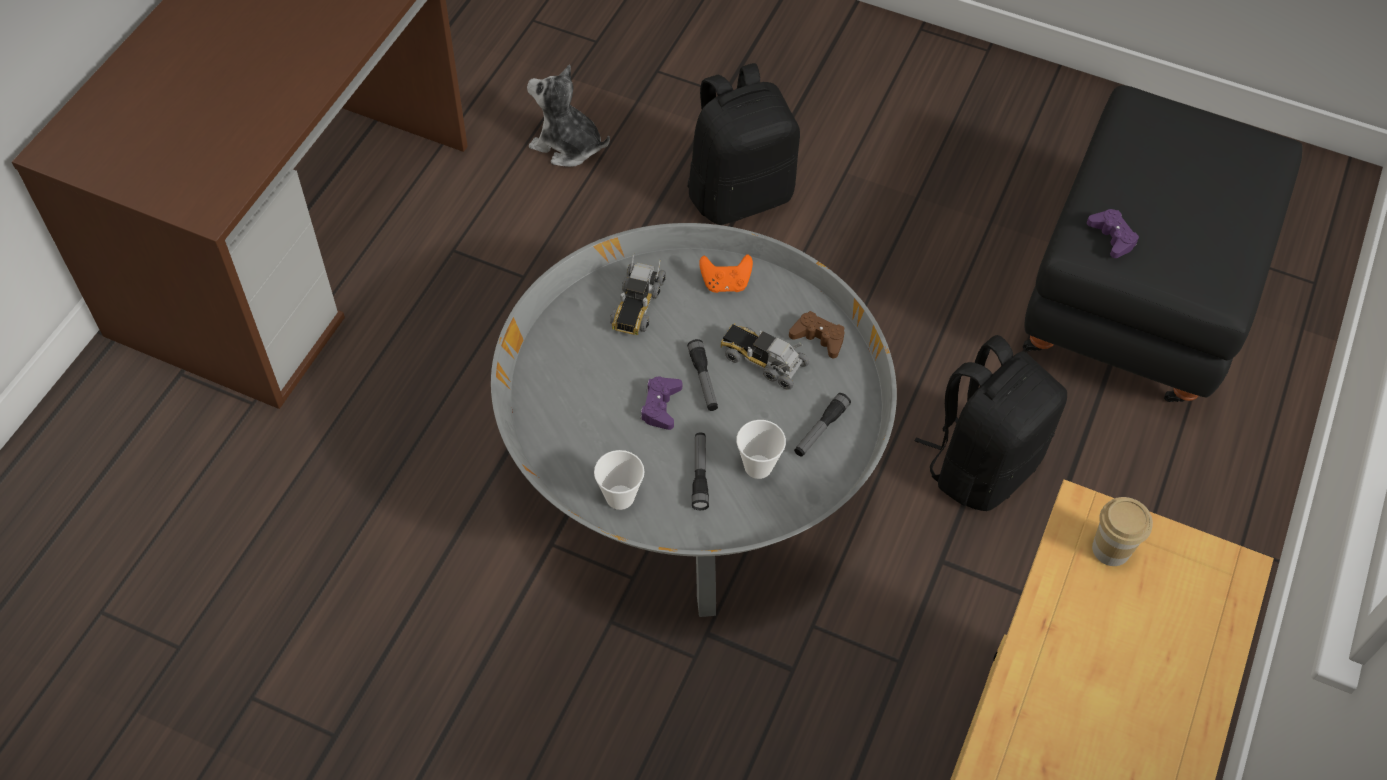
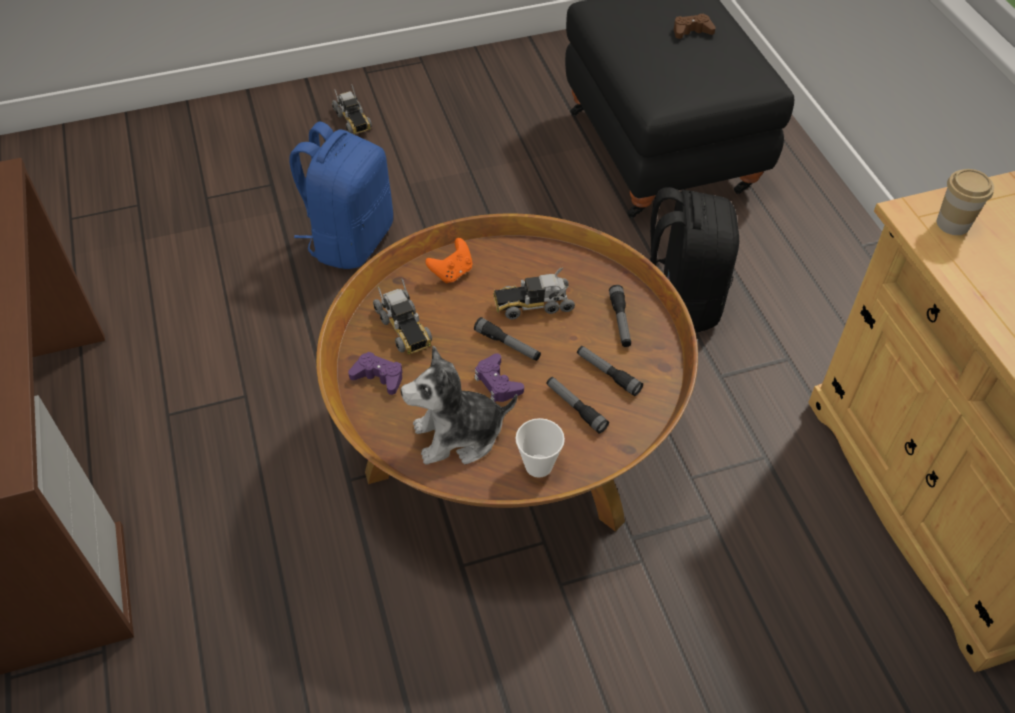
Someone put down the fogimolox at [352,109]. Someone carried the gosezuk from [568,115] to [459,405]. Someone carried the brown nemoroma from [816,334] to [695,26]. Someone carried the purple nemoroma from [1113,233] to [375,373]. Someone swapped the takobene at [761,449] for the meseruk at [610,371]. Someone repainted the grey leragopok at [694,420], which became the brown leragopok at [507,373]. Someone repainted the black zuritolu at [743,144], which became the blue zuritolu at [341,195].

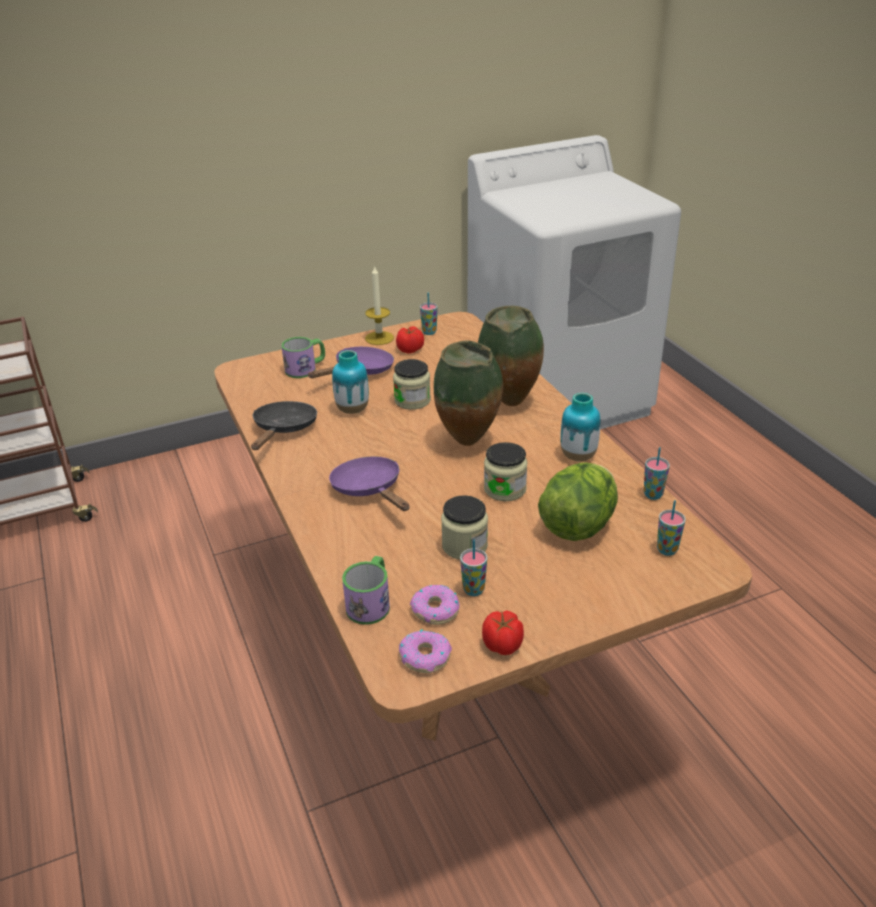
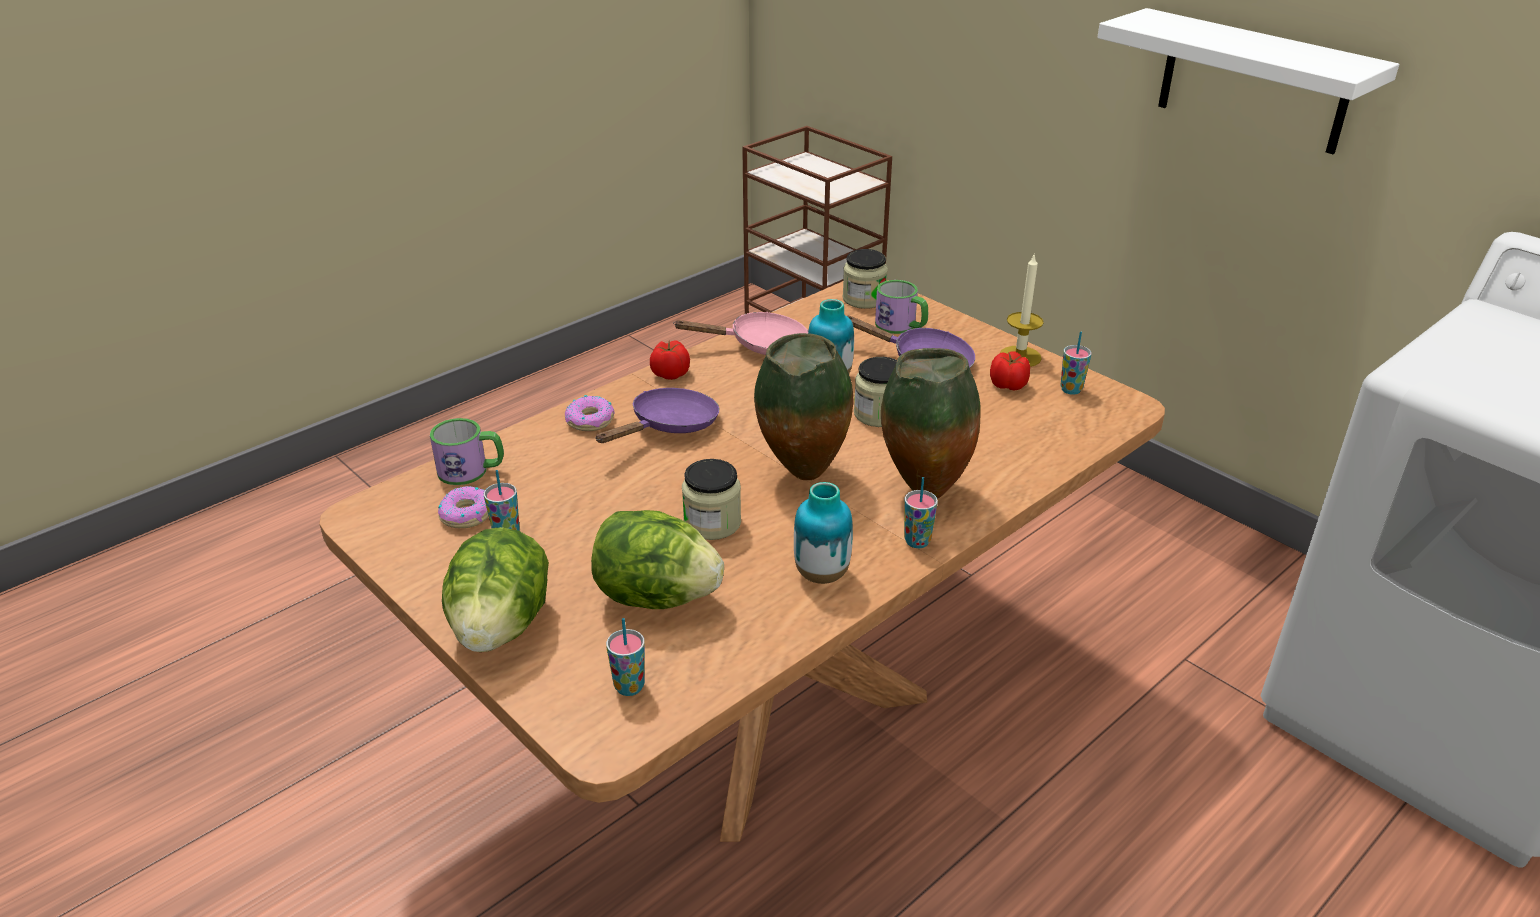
Someone put down the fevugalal at [495,589]. Someone put up the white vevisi at [1248,81]. Someone carried the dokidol from [425,651] to [590,413]. Someone carried the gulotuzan from [464,527] to [865,279]. Someone carried the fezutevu from [503,633] to [670,360]. Someone carried the takobene from [657,473] to [921,512]. Someone repainted the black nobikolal at [284,425], which became the pink nobikolal at [740,333].

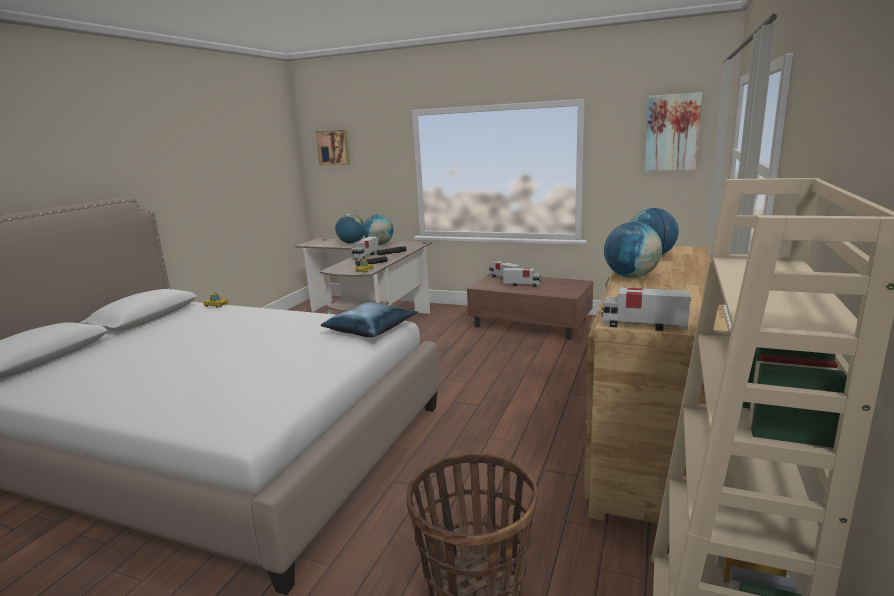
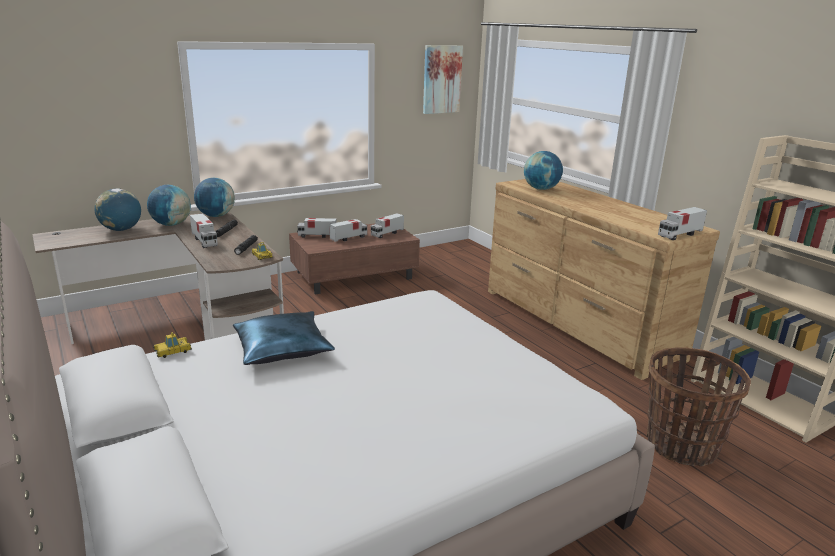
Someone took away the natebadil at [333,148]. Someone put down the fogimolox at [387,225]. Someone carried the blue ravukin from [369,319] to [284,338]. Someone carried the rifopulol from [633,250] to [214,197].

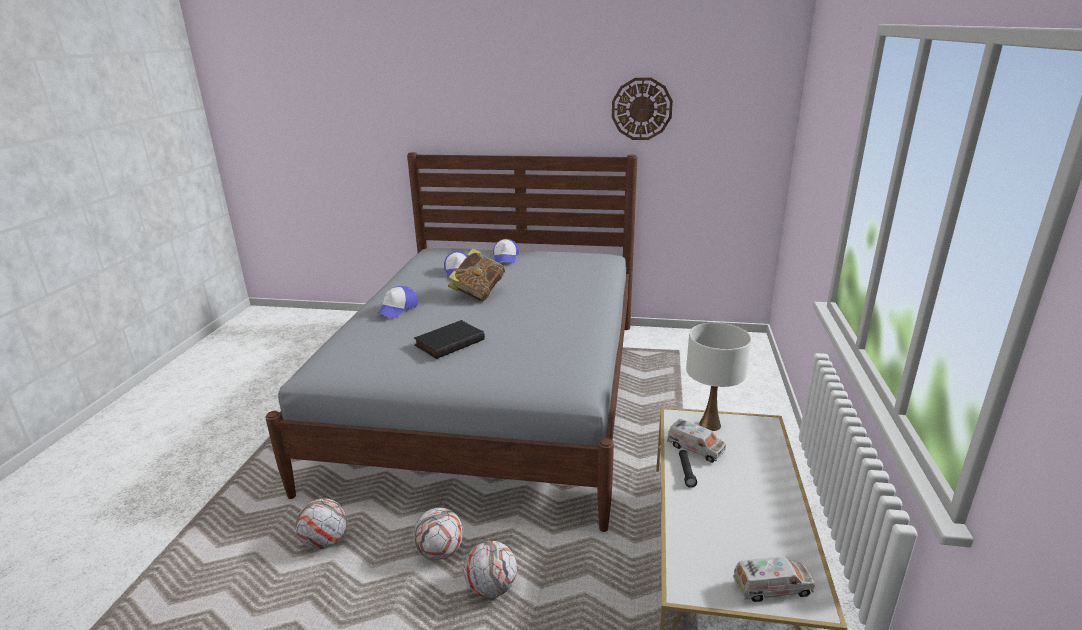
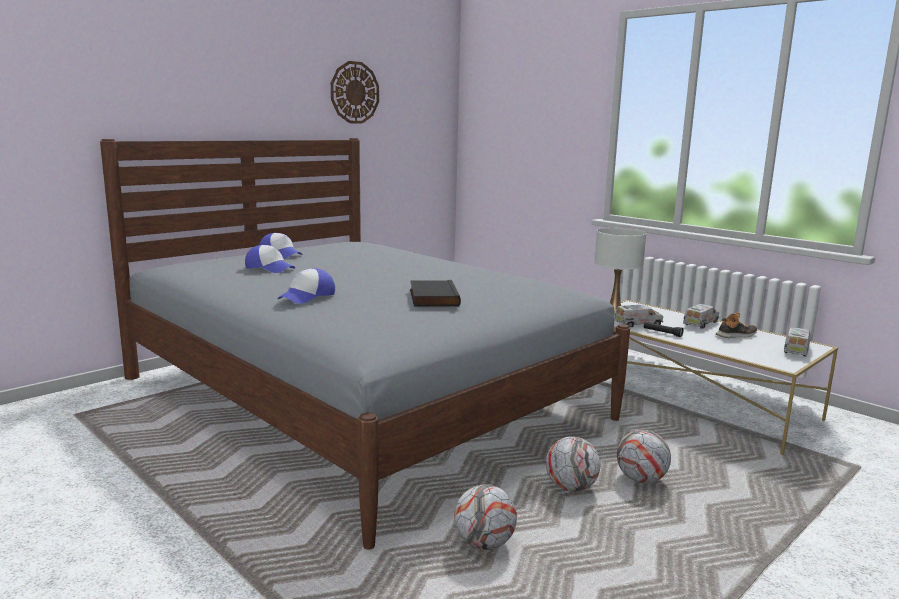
Someone took away the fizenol at [476,275]. Someone put down the fogimolox at [701,316]. Someone put down the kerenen at [736,325]. Someone rotated the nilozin at [396,302] by 60 degrees clockwise.

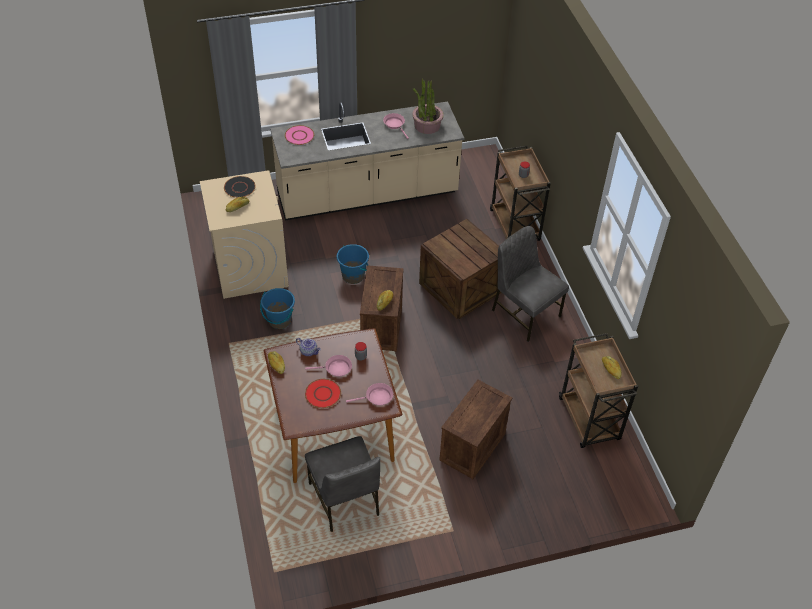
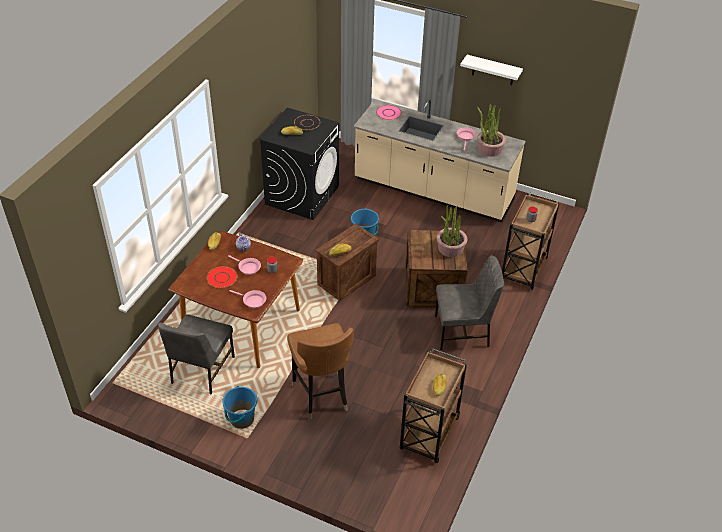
Someone put down the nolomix at [452,231]. Someone put up the white vevisi at [491,70]. Someone carried the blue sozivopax from [277,308] to [239,407]. Someone swapped the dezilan at [475,429] for the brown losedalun at [320,371]. Someone repainted the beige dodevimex at [244,234], which became the black dodevimex at [298,163]. Someone rotated the grey losedalun at [530,284] by 90 degrees clockwise.

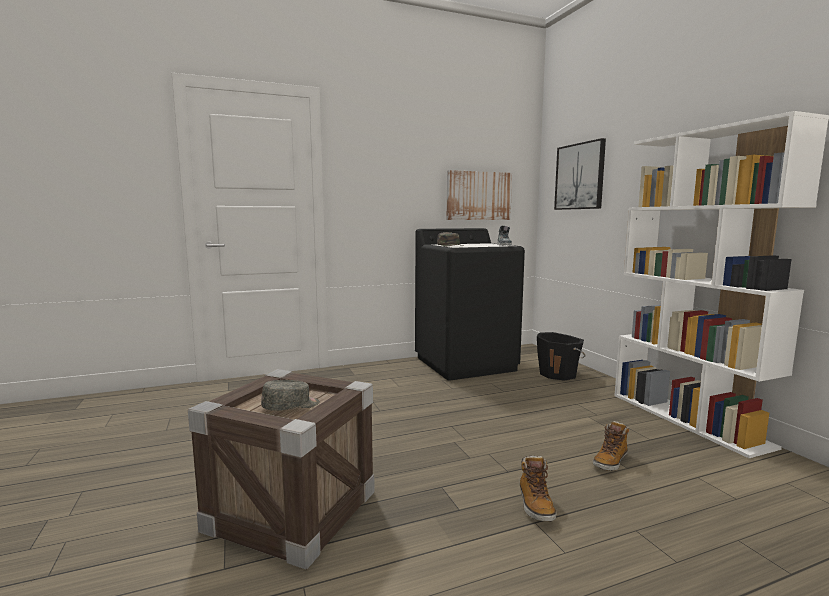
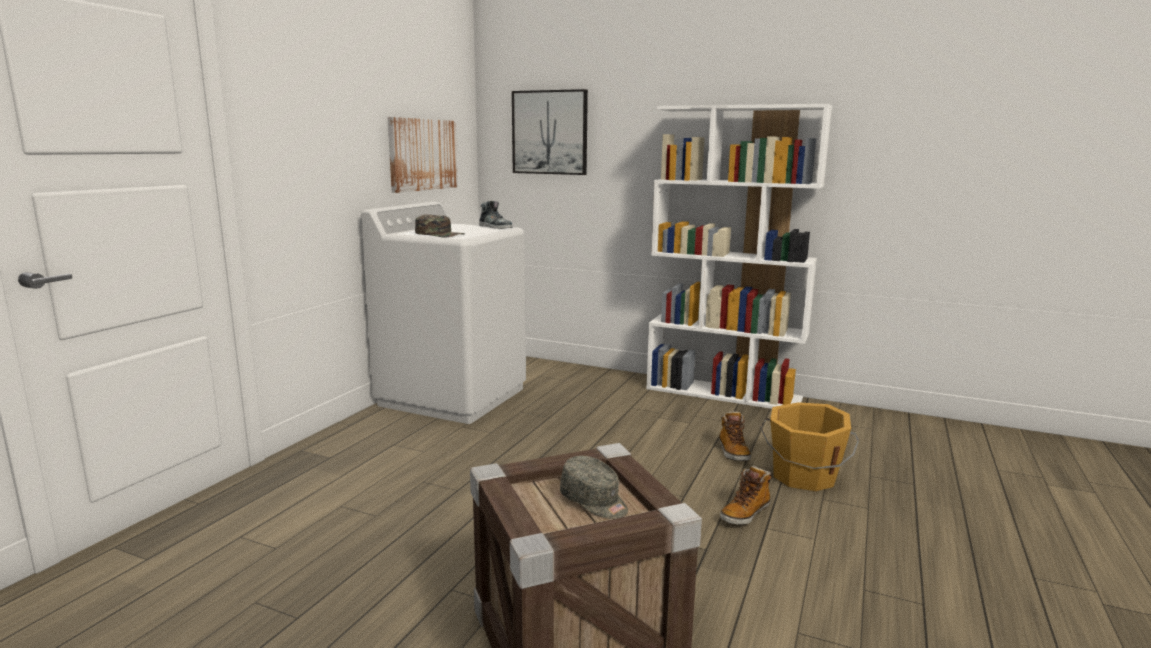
Someone took away the black sozivopax at [561,356]. Someone put down the orange sozivopax at [809,446]. Someone repainted the black dodevimex at [470,304], which became the white dodevimex at [443,313]. Someone rotated the grey nilozin at [290,395] by 120 degrees clockwise. Someone rotated the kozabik at [538,489] by 90 degrees clockwise.

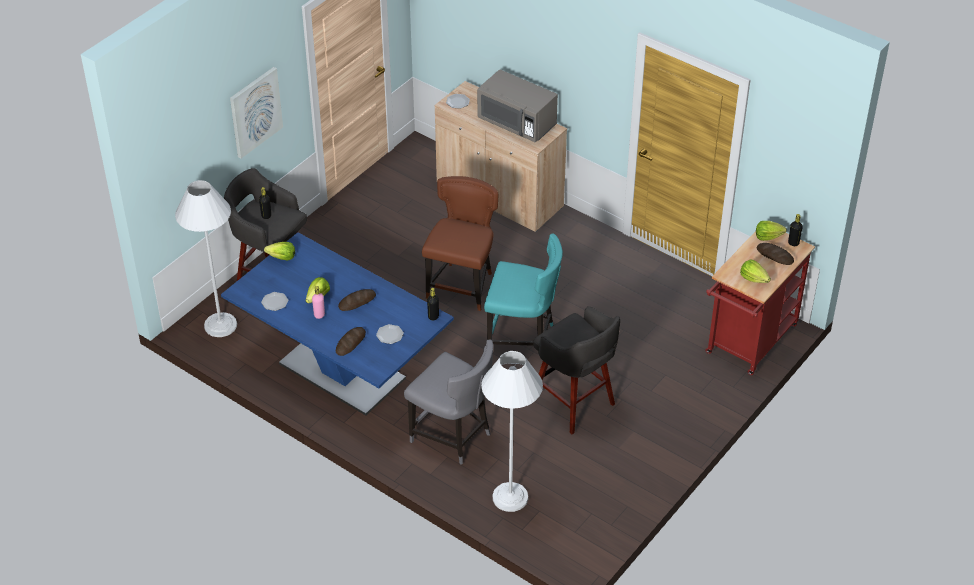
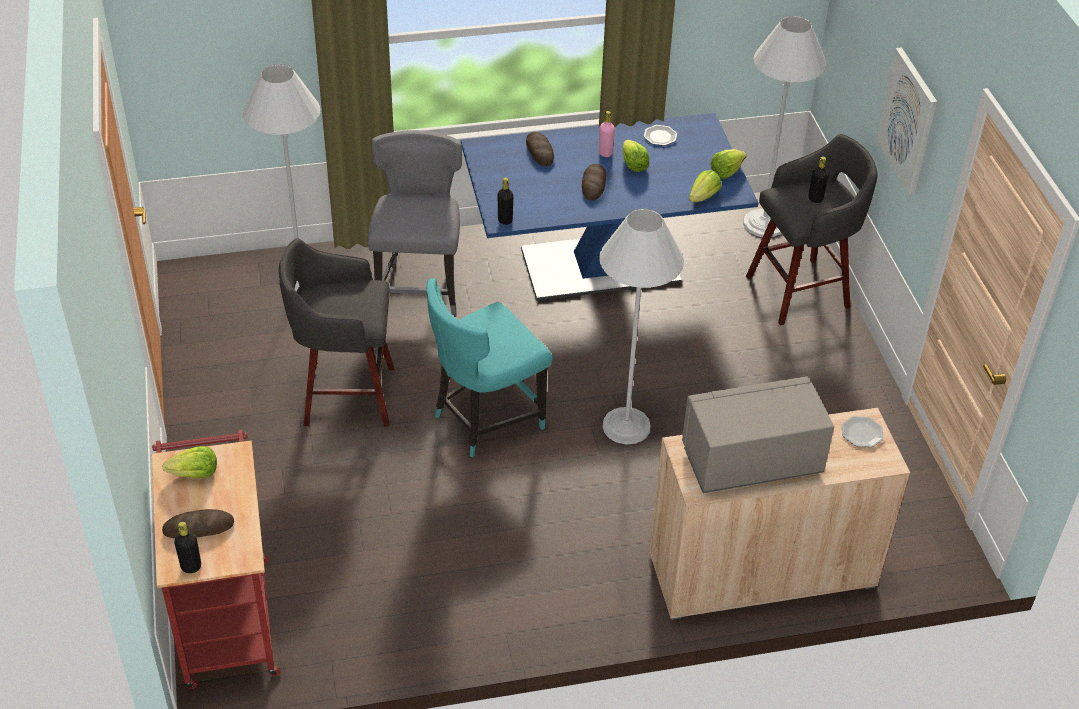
Someone took away the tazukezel at [390,334]. Someone carried the fevugalal from [771,231] to [705,186]. Someone swapped the brown losedalun at [460,243] for the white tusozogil at [641,327]. Someone rotated the grey losedalun at [449,402] by 105 degrees clockwise.

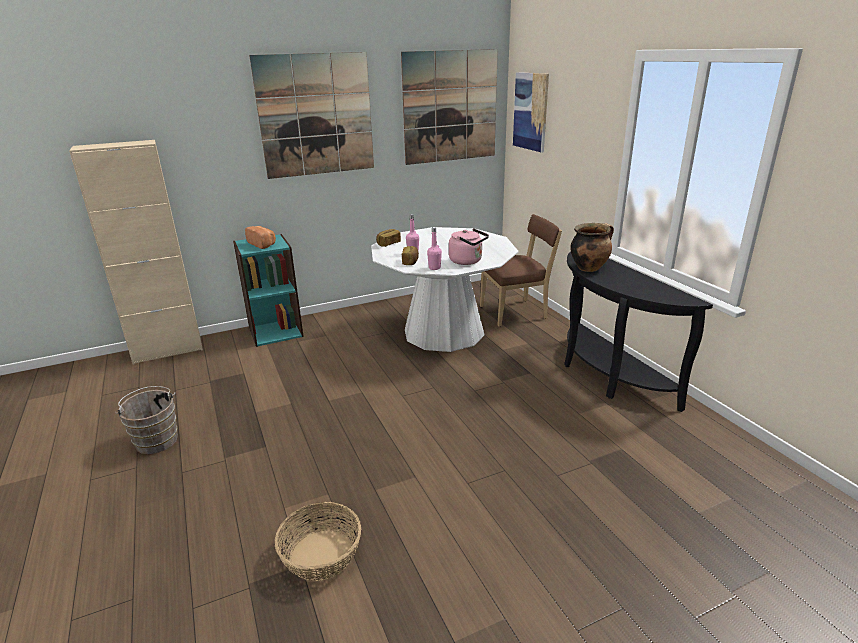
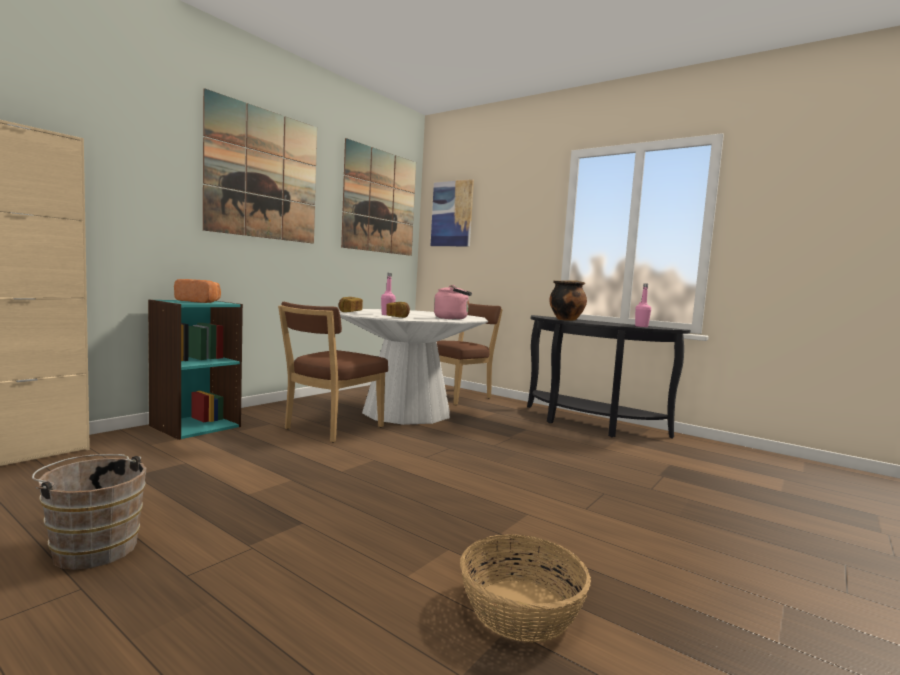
Someone put down the brown losedalun at [333,372]. Someone carried the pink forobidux from [434,248] to [643,305].

